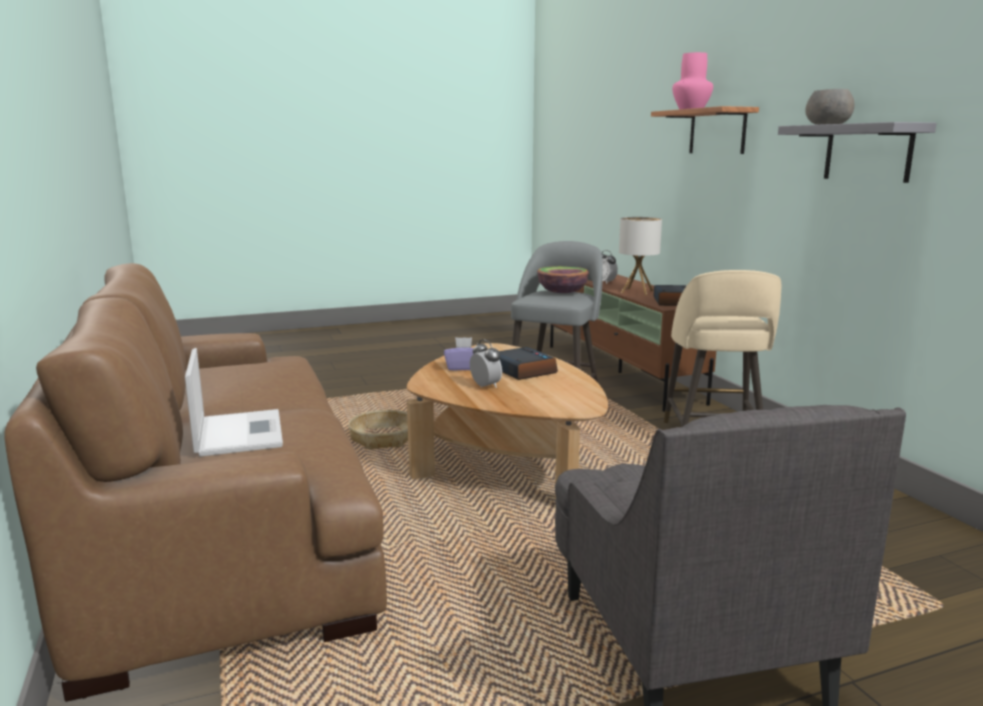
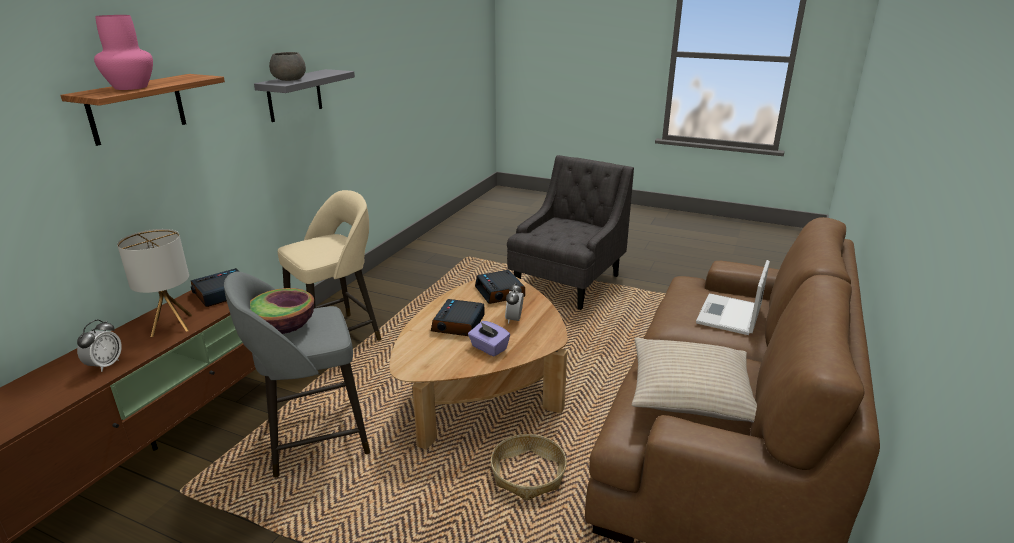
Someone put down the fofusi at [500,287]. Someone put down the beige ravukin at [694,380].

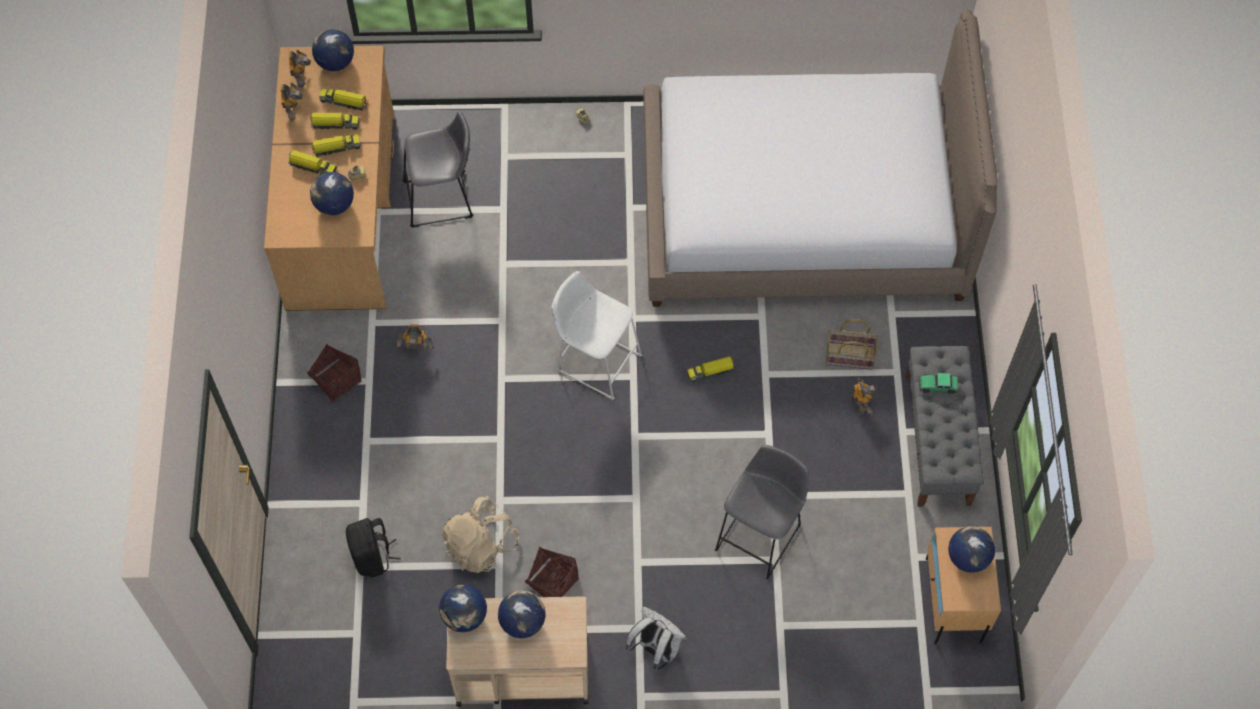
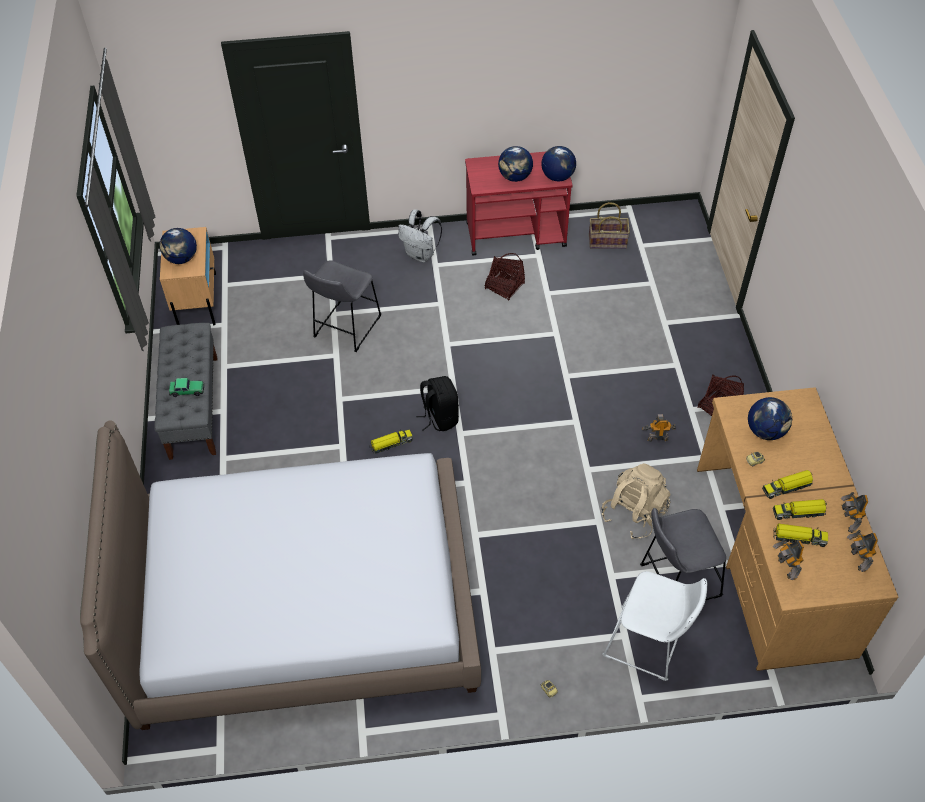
Someone took away the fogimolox at [312,162]. Someone took away the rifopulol at [333,50]. Someone carried the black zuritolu from [373,548] to [437,403]. Someone carried the beige zuritolu from [480,534] to [636,501]. Someone carried the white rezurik from [597,335] to [654,626]. Someone carried the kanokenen from [852,344] to [609,225]. Someone carried the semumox from [864,396] to [788,559]. Someone repainted the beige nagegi at [517,652], which became the red nagegi at [519,204].

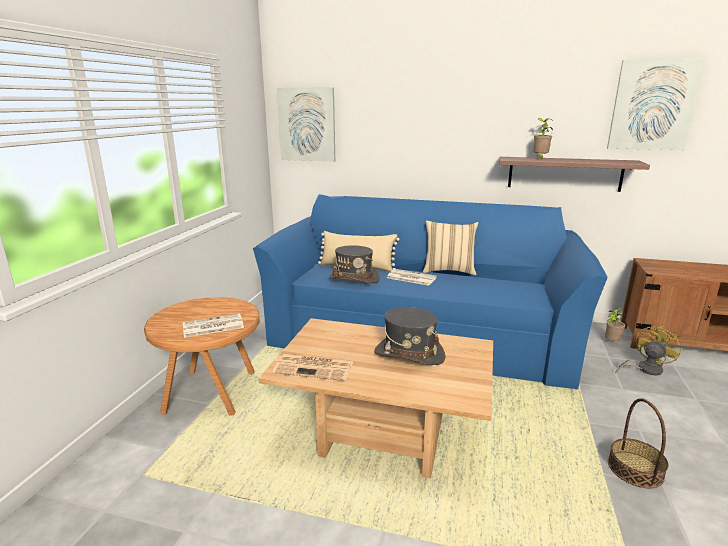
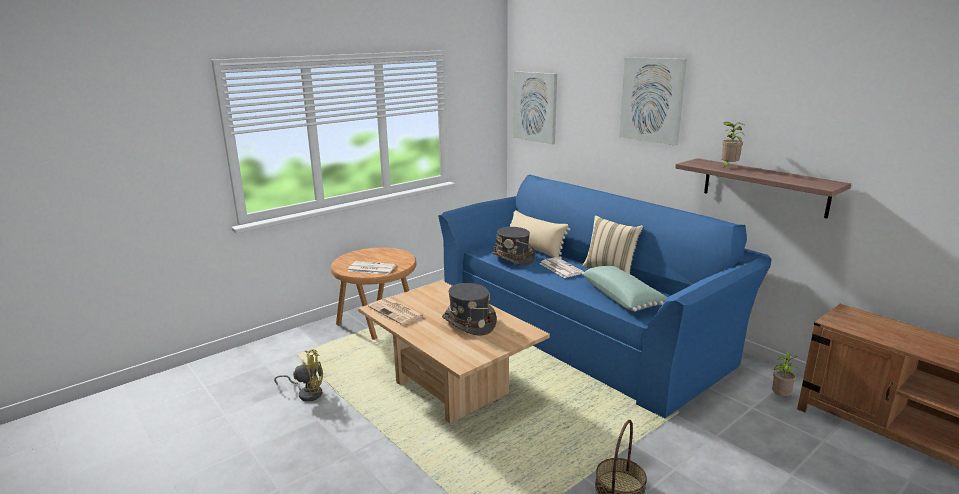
Someone put down the green ravukin at [624,289]. Someone carried the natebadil from [656,104] to [653,101]. Someone carried the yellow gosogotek from [648,350] to [298,375].

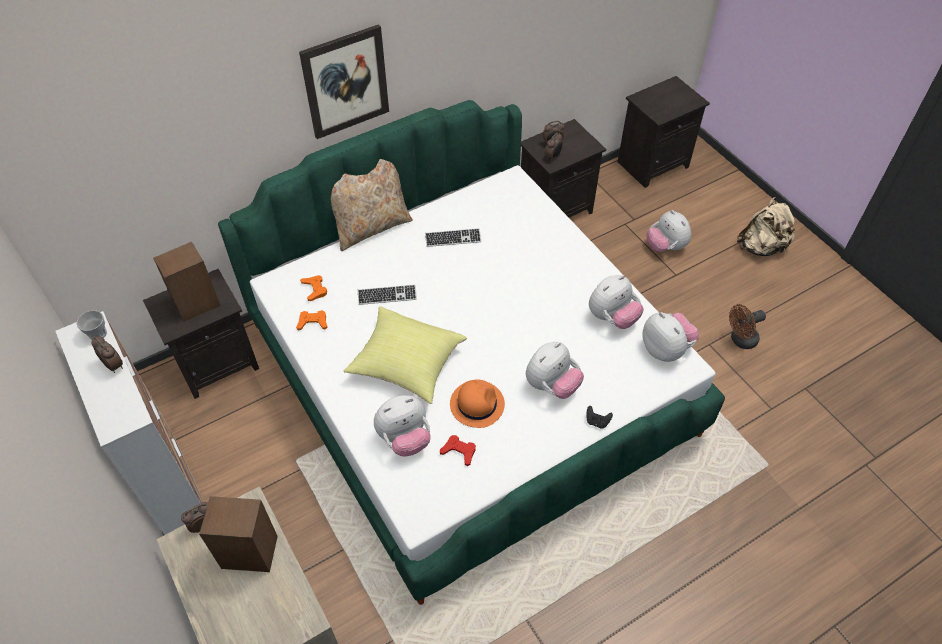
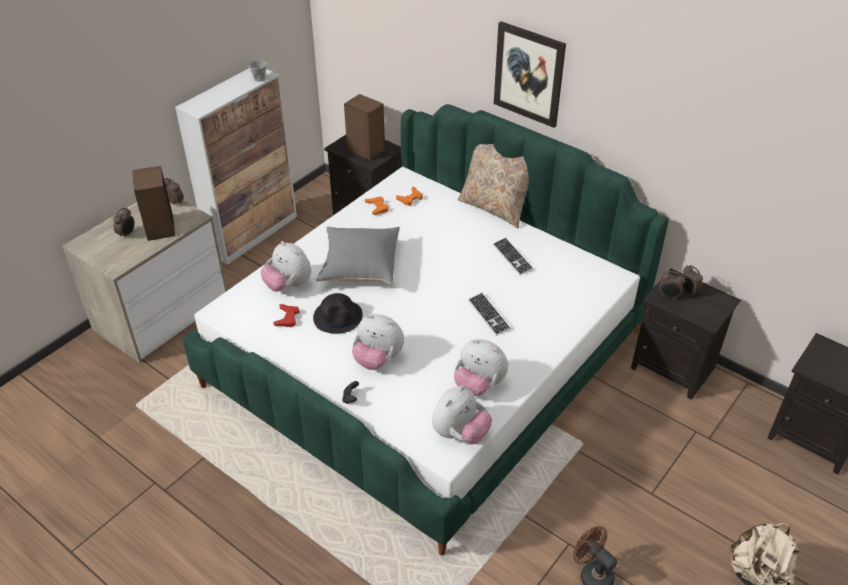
Someone took away the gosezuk at [669,231]. Someone carried the fofusi from [107,354] to [124,223]. Someone carried the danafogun from [387,294] to [489,314]. Someone repainted the yellow ravukin at [405,355], which became the grey ravukin at [358,255]. Someone repainted the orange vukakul at [477,404], which became the black vukakul at [338,313].

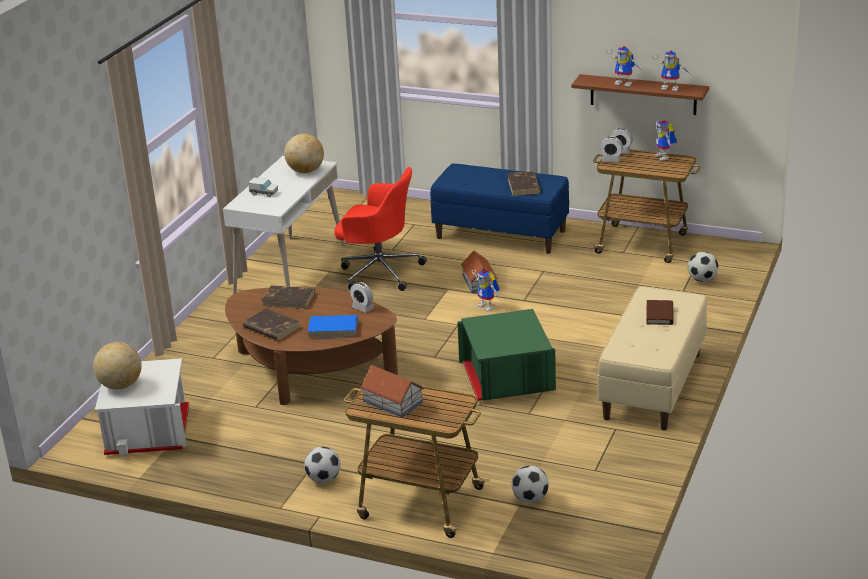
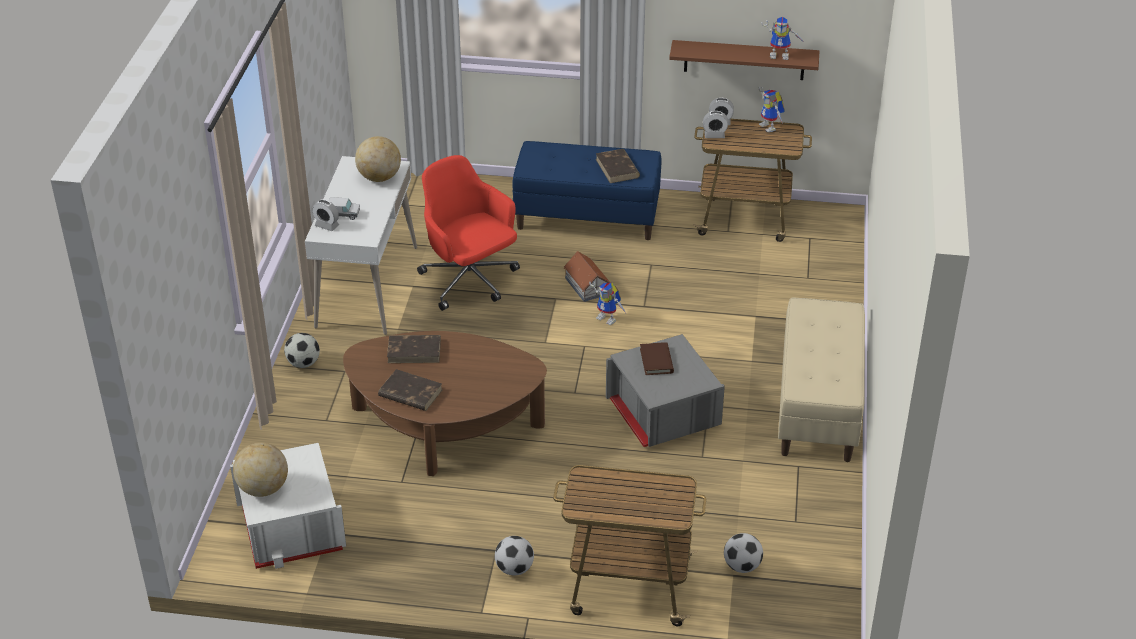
Someone took away the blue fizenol at [333,326]. Someone took away the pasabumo at [392,391]. Someone took away the semumox at [625,66]. Someone carried the fofusi from [362,297] to [325,215]. Someone carried the brown fizenol from [660,312] to [657,358]. Someone carried the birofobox from [703,267] to [302,350]. Someone repainted the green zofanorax at [506,355], which became the grey zofanorax at [665,390]. Someone rotated the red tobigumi at [380,229] by 135 degrees counterclockwise.

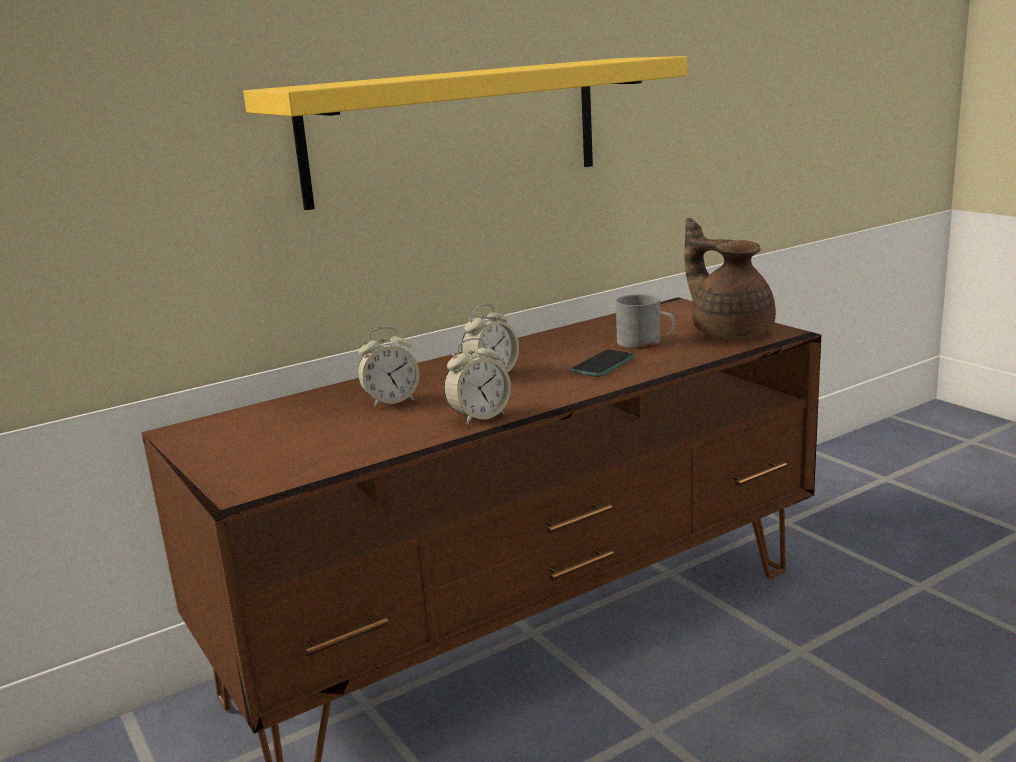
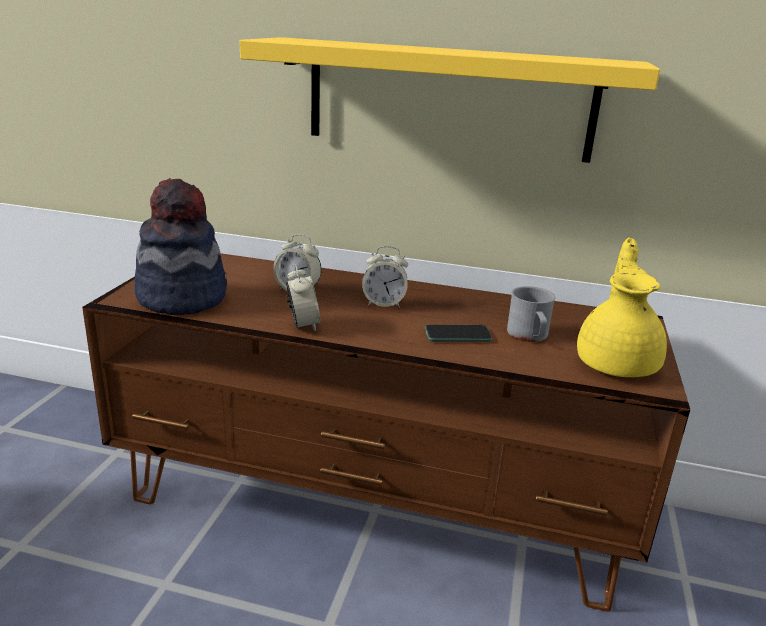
Someone put down the vukakul at [180,246]. Someone repainted the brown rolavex at [730,278], which became the yellow rolavex at [622,307]. Someone rotated the fofusi at [477,381] by 120 degrees counterclockwise.

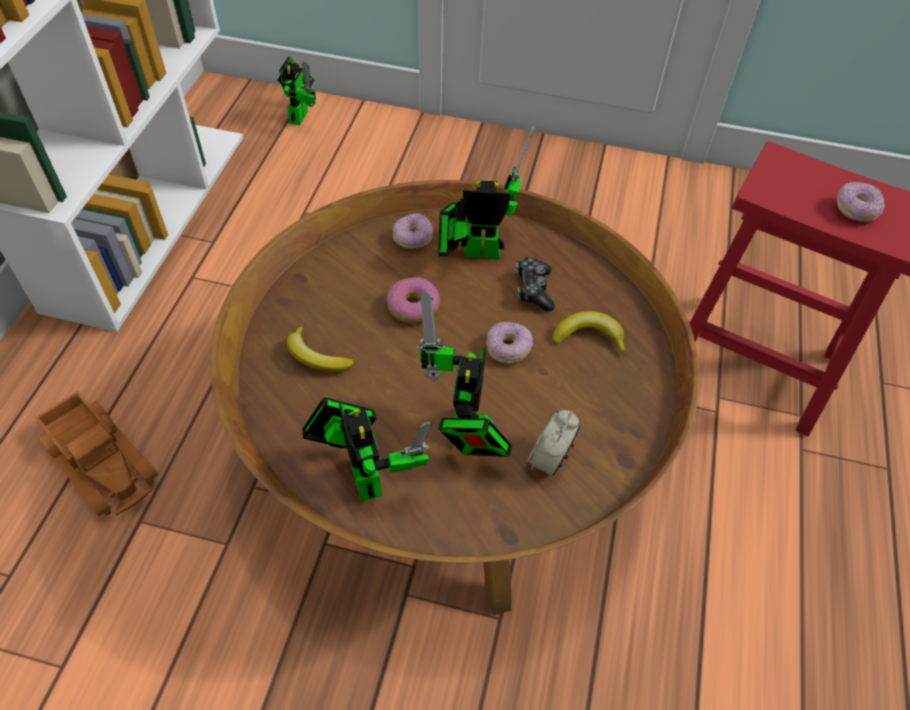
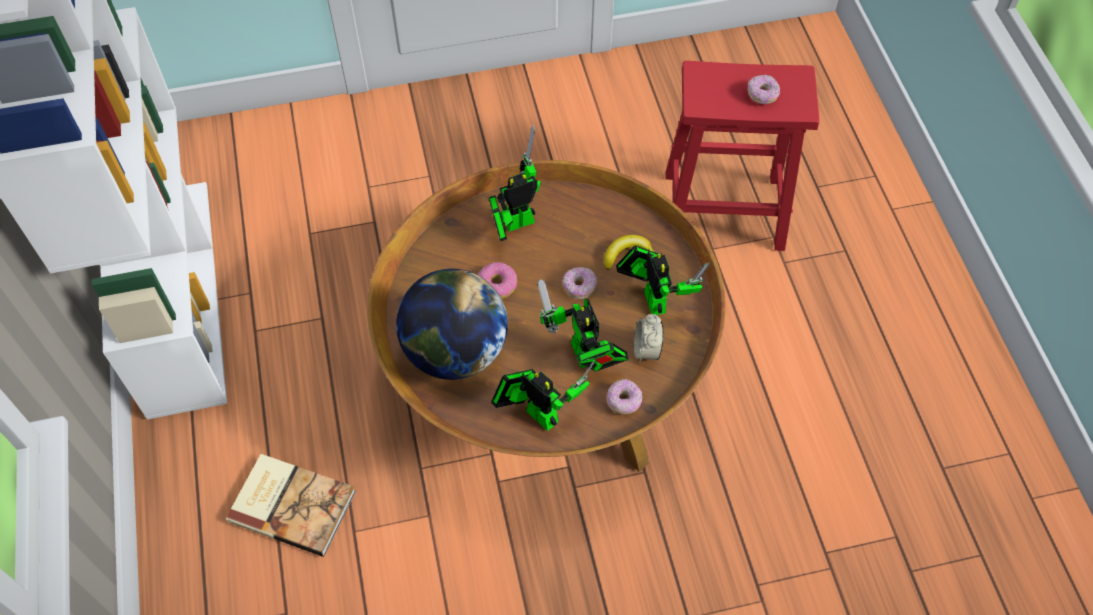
Someone took away the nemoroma at [535,284]. Someone carried the semumox from [297,91] to [663,280]. Someone carried the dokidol from [412,231] to [624,396]. Someone swapped the fogimolox at [96,453] for the fizenol at [291,505]. Someone swapped the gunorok at [321,348] for the rifopulol at [452,324].

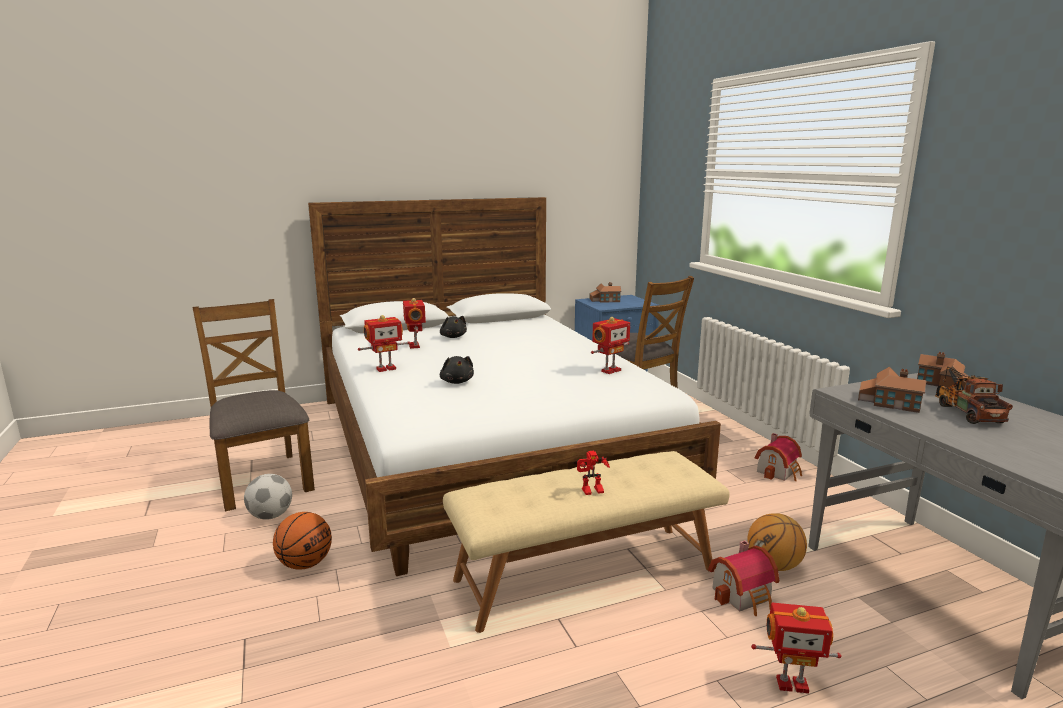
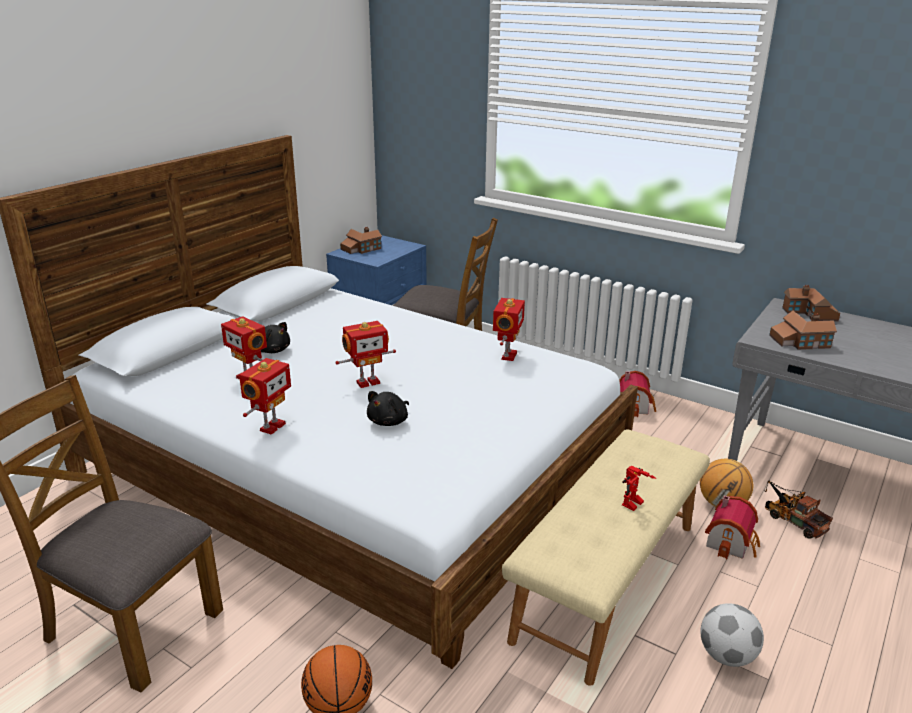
Someone carried the birofobox from [268,497] to [732,635]. Someone carried the semumox from [796,648] to [365,354]. Someone carried the fogimolox from [974,395] to [798,509]. Someone rotated the black gosezuk at [457,370] by 90 degrees clockwise.

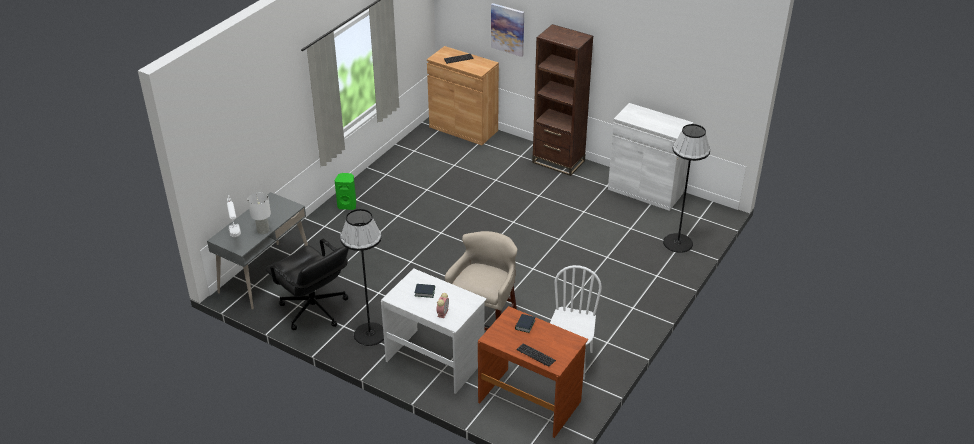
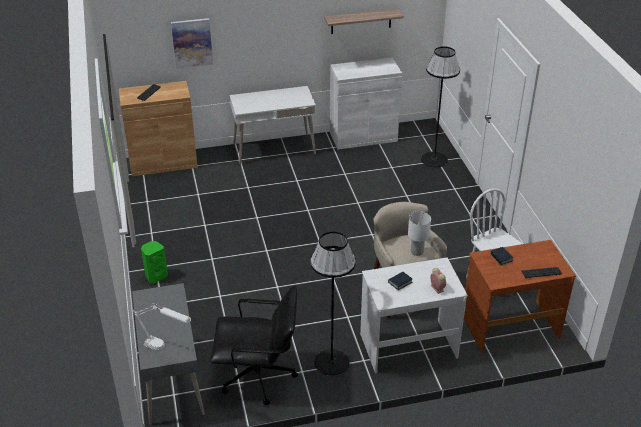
Someone put up the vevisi at [364,21]. Someone carried the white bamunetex from [259,213] to [419,233]. Someone swapped the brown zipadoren at [562,100] for the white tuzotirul at [273,125].

